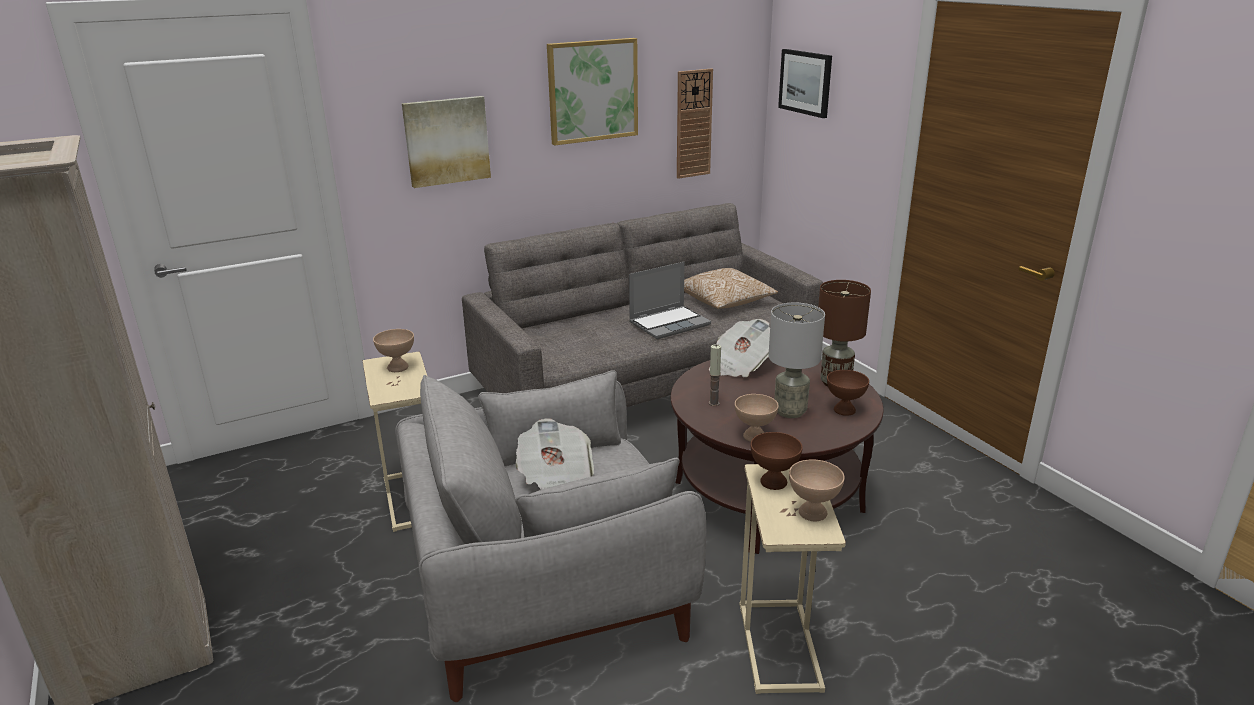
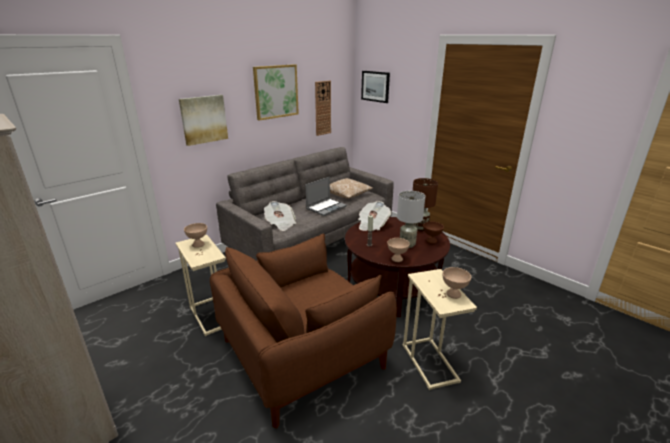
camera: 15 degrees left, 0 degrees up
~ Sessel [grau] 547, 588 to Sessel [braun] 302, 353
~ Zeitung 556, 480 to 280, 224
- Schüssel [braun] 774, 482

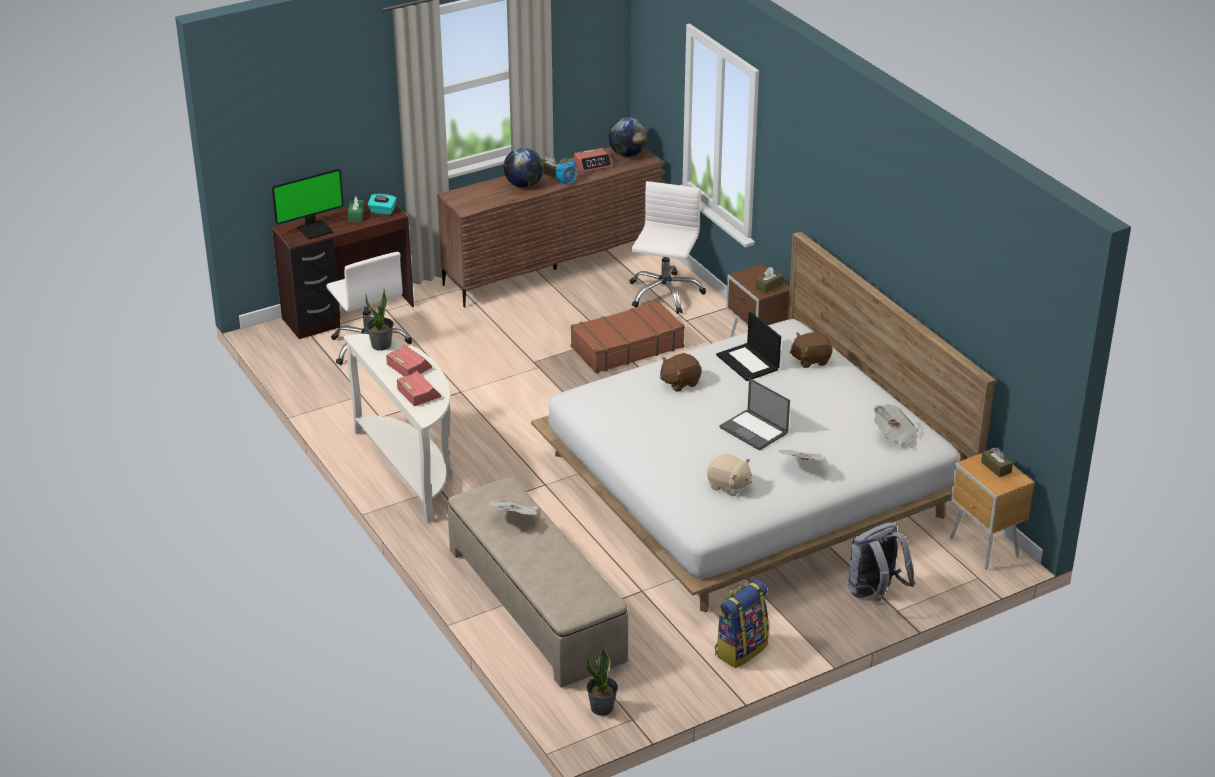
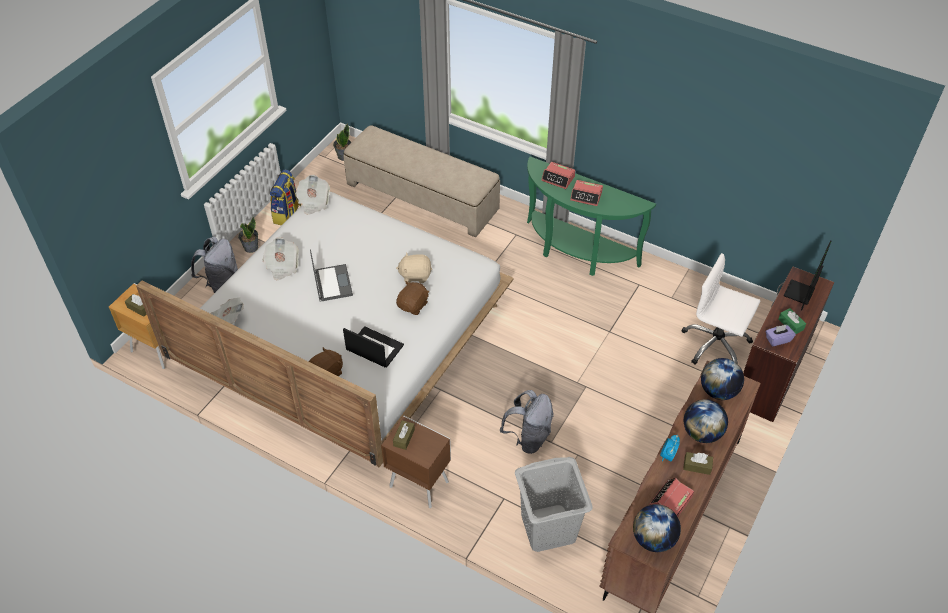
camera: 150 degrees right, 15 degrees up
~ Konsolentisch [weiß] 411, 469 to Konsolentisch [grün] 576, 253
~ Topfpflanze 381, 345 to 251, 247
~ Taschentuchbox [türkis] 382, 211 to Taschentuchbox [lila] 777, 339
~ Zeitung 516, 518 to 313, 202
~ Koffer [braun] 626, 347 to Rucksack [grau] 528, 438
~ Bürostuhl [weiß] 664, 293 to Wäschekorb [grau] 548, 528
~ Plüschtier [beige] 728, 486 to 415, 275
~ Laptop 754, 430 = 332, 282 60 degrees clockwise
+ Globus 718, 391

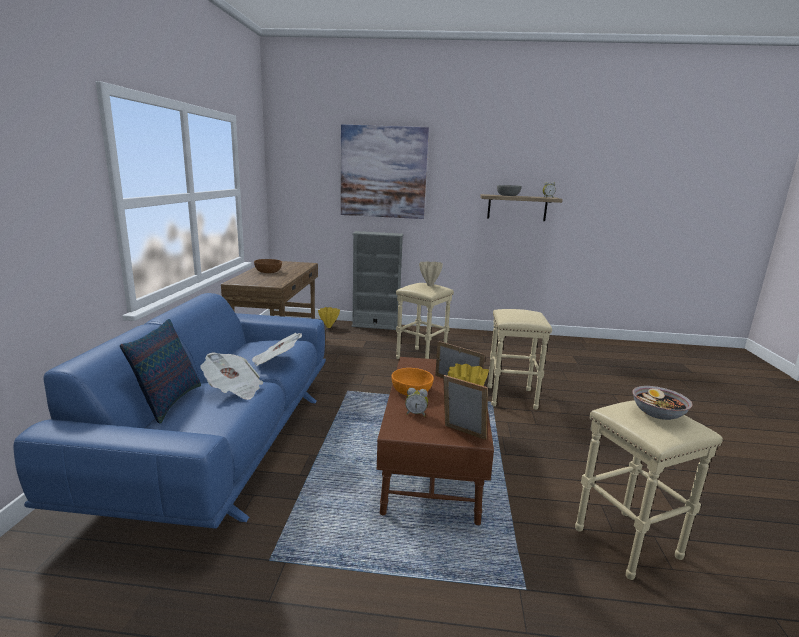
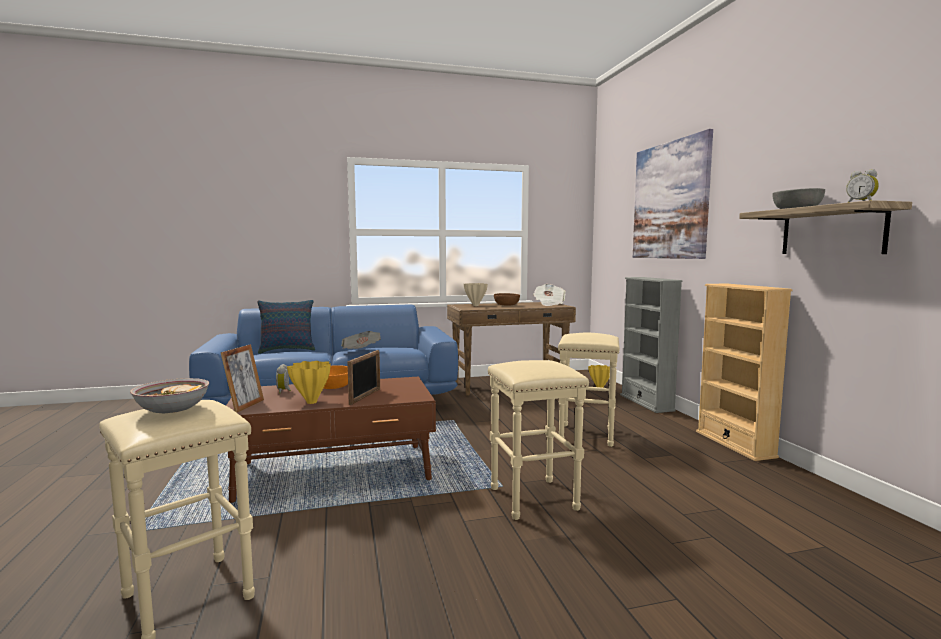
camera: 70 degrees right, 10 degrees down
~ Zeitung 234, 389 to 549, 304
~ Vase [beige] 429, 285 to 475, 305
+ Bücherregal [beige] 734, 444

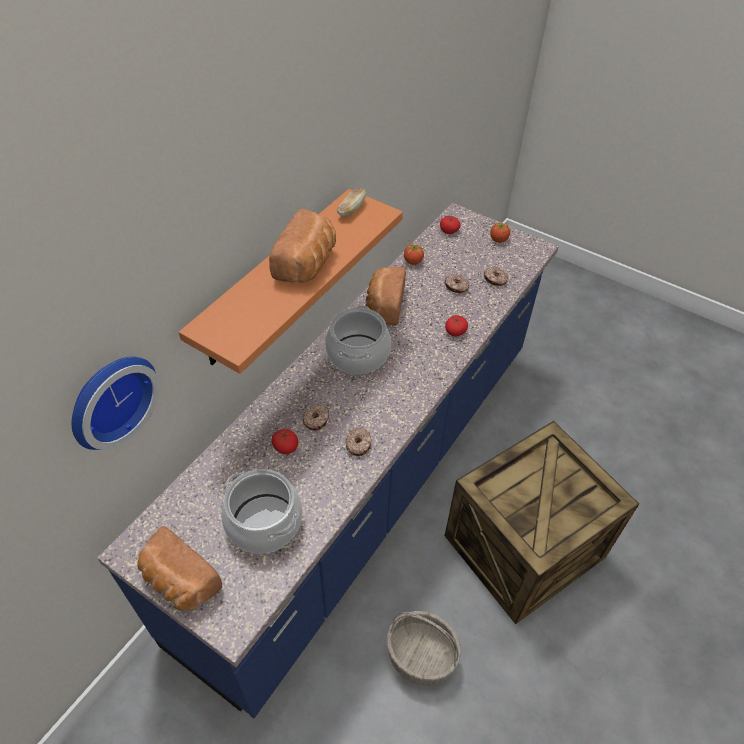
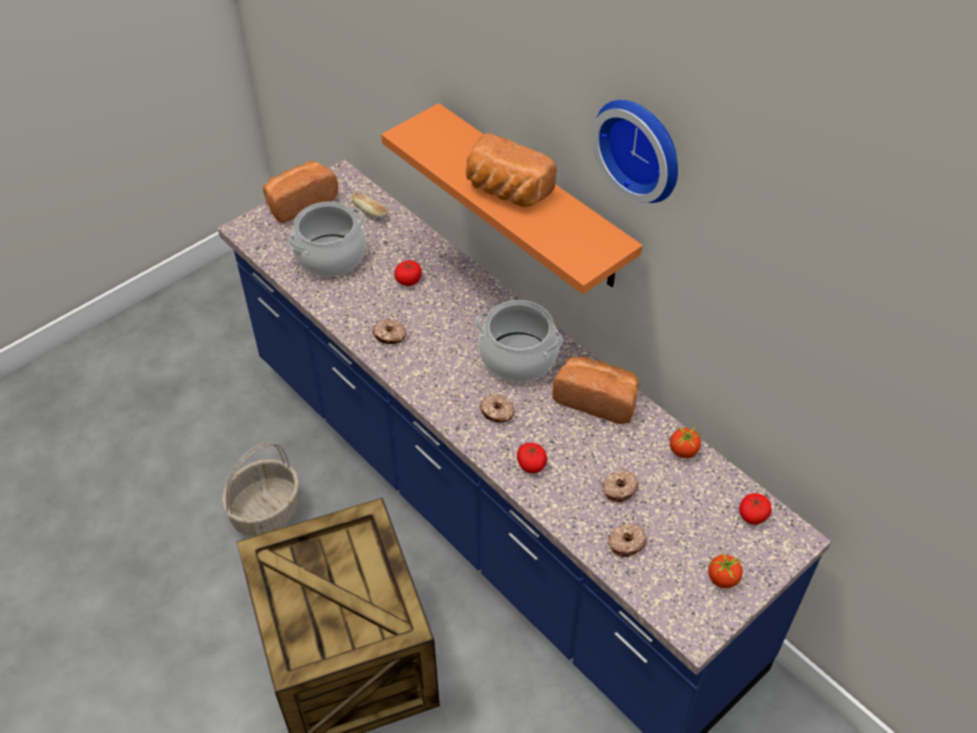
camera: 105 degrees right, 0 degrees up
~ Wanduhr 109, 399 to 642, 147
~ Donut 316, 420 to 497, 412
~ Brot 351, 209 to 370, 212

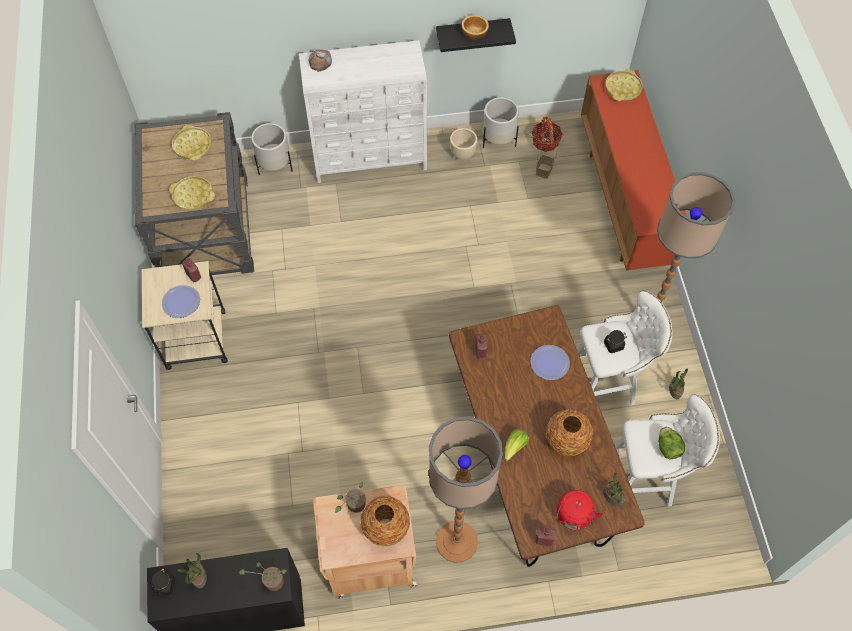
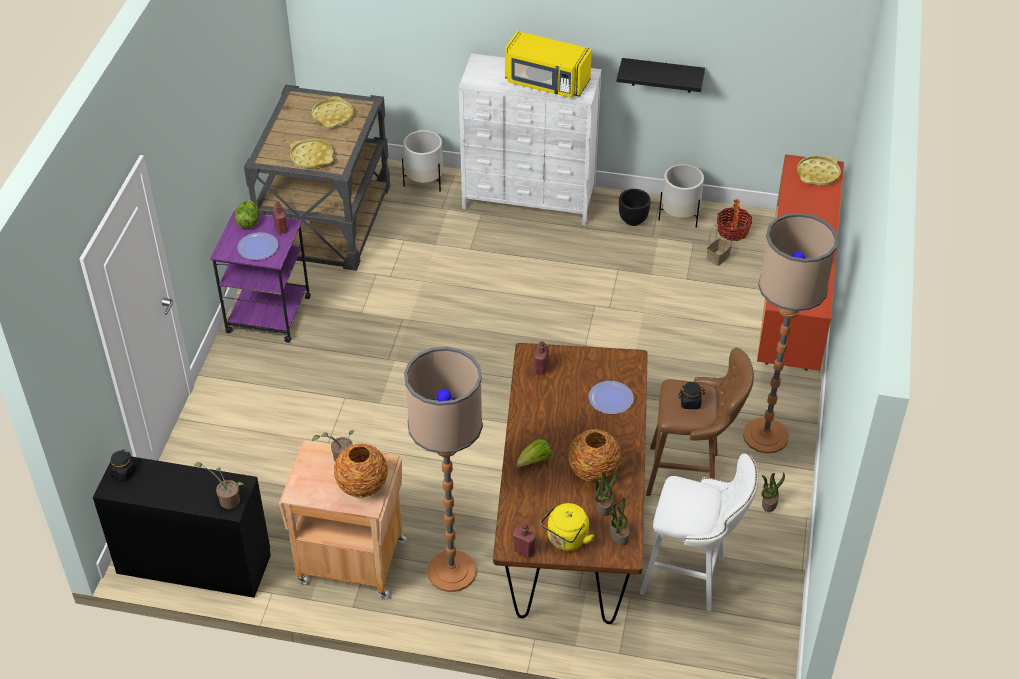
camera: 20 degrees right, 15 degrees down
~ Rollwagen [beige] 196, 338 to Rollwagen [lila] 268, 313
~ Topfpflanze 198, 576 to 603, 505
- Brot 320, 62
~ Pflanzkübel [beige] 463, 154 to Pflanzkübel [schwarz] 633, 220
- Schüssel 474, 33
~ Wasserkessel [rot] 573, 517 to Wasserkessel [gelb] 566, 540
~ Hocker [weiß] 607, 384 to Hocker [braun] 693, 475
~ Salatkopf 668, 448 to 248, 222
+ Mikrowelle [gelb] 546, 83

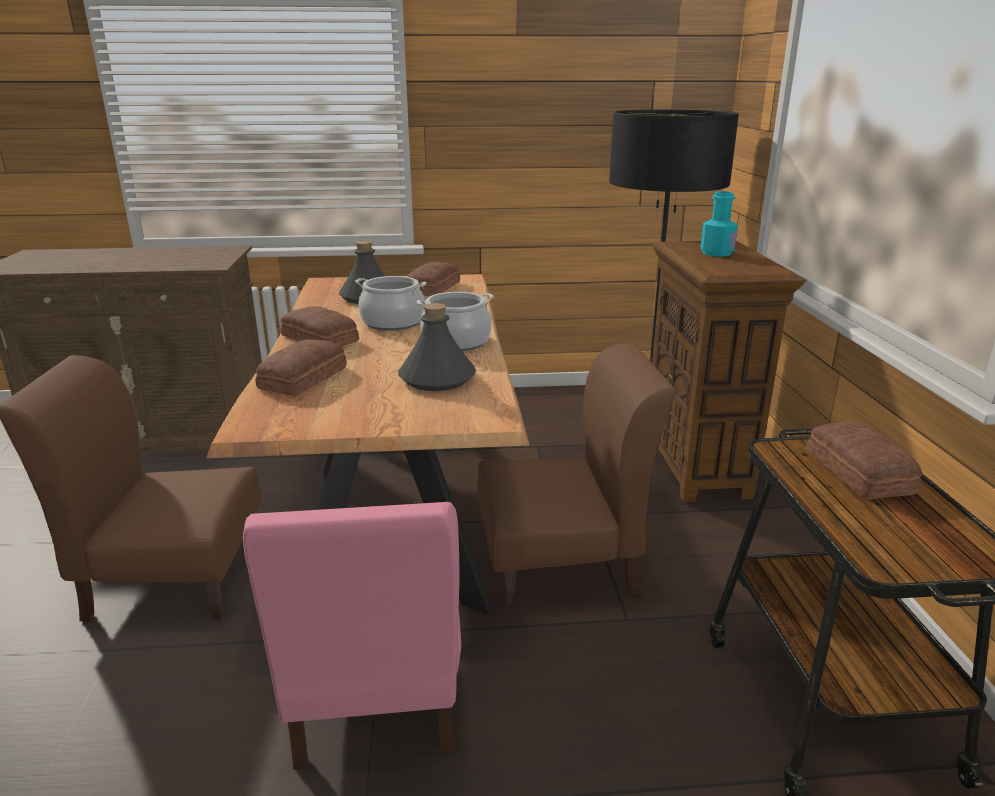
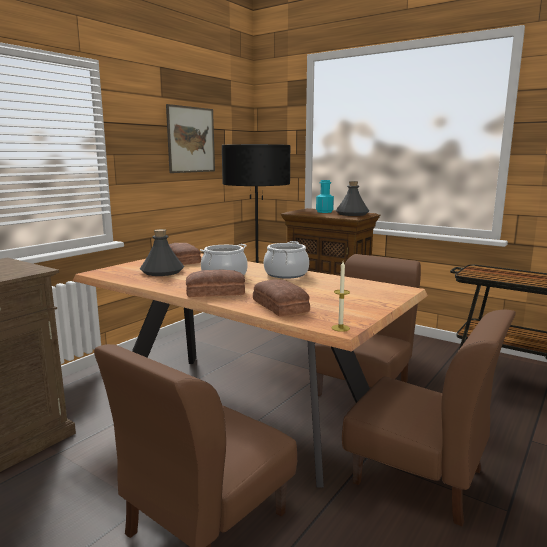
camera: 50 degrees left, 10 degrees down
~ Stuhl [rosa] 375, 694 to Stuhl [braun] 419, 477
~ Flasche [grau] 436, 379 to 352, 214
- Brot 857, 472
+ Bild 191, 140
+ Kerze 340, 328

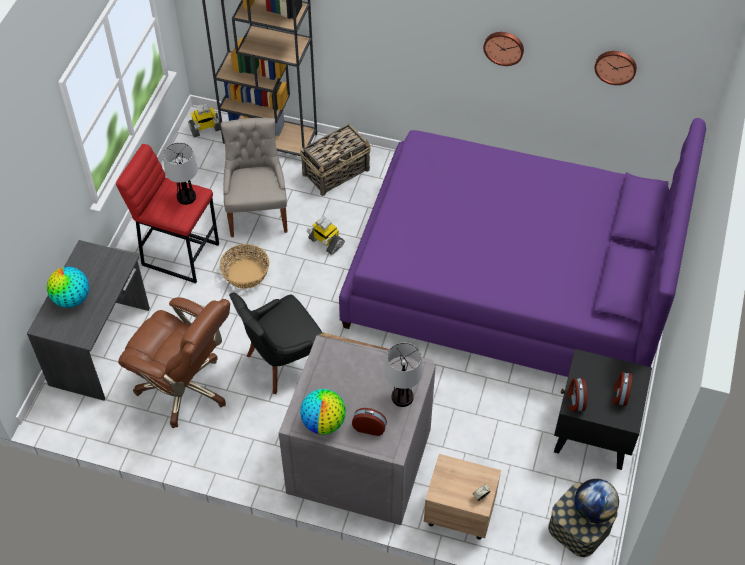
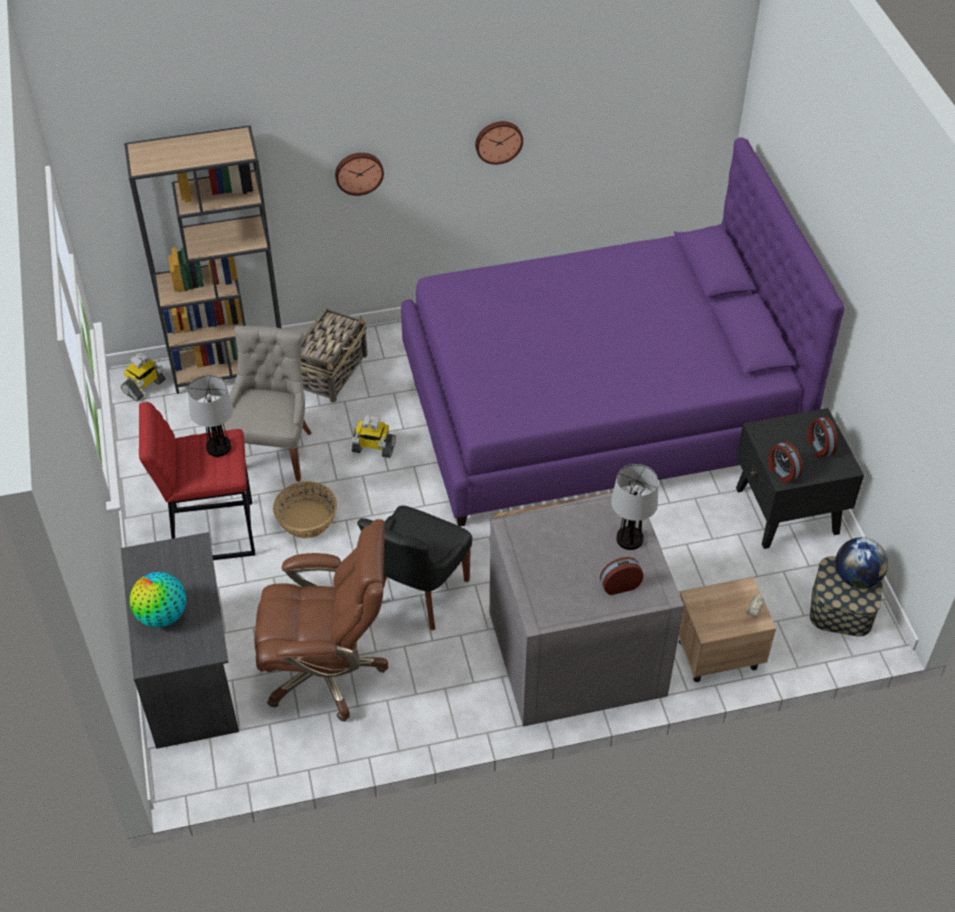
camera: 30 degrees left, 5 degrees down
~ Stuhl [grau] 257, 213 = 273, 450 45 degrees clockwise
- Globus 324, 422
~ Wanduhr 615, 66 to 358, 172

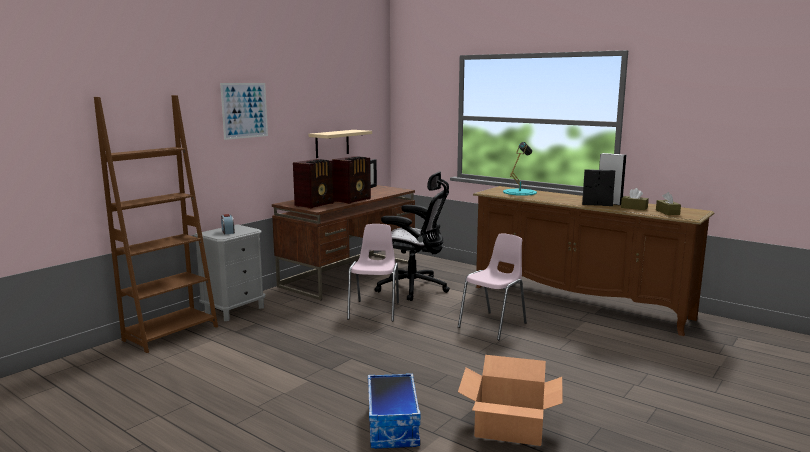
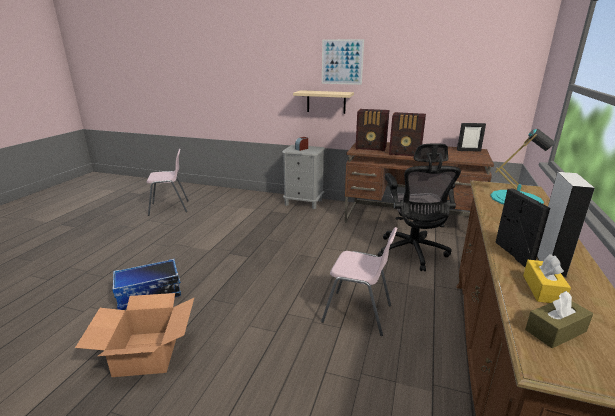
camera: 70 degrees right, 10 degrees up
- Bücherregal [braun] 170, 333
~ Wandregal [beige] 332, 143 to 326, 102
~ Stuhl [rosa] 375, 310 to 169, 208
~ Taschentuchbox [braun] 634, 208 to Taschentuchbox [gelb] 542, 289

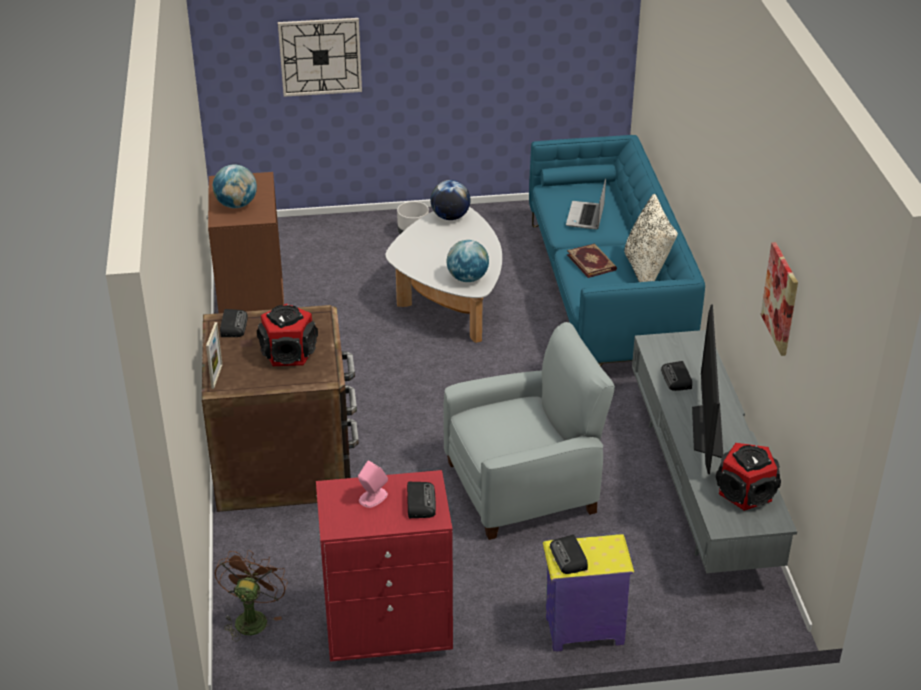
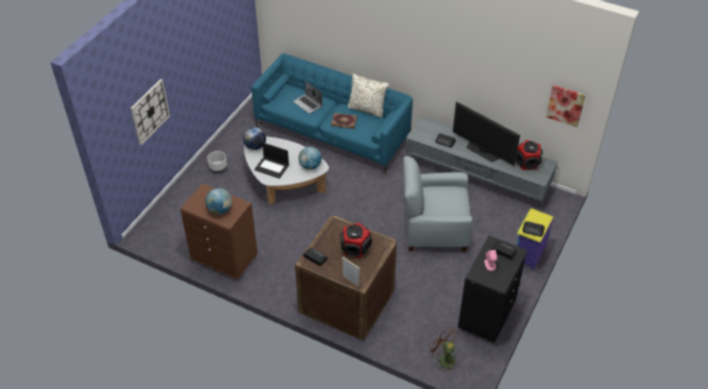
camera: 55 degrees left, 10 degrees up
~ Schrank [rot] 387, 633 to Schrank [schwarz] 486, 317
~ Sessel [grau] 524, 486 = 434, 228 105 degrees counterclockwise
~ Bild 781, 298 to 565, 105
+ Laptop 272, 167

